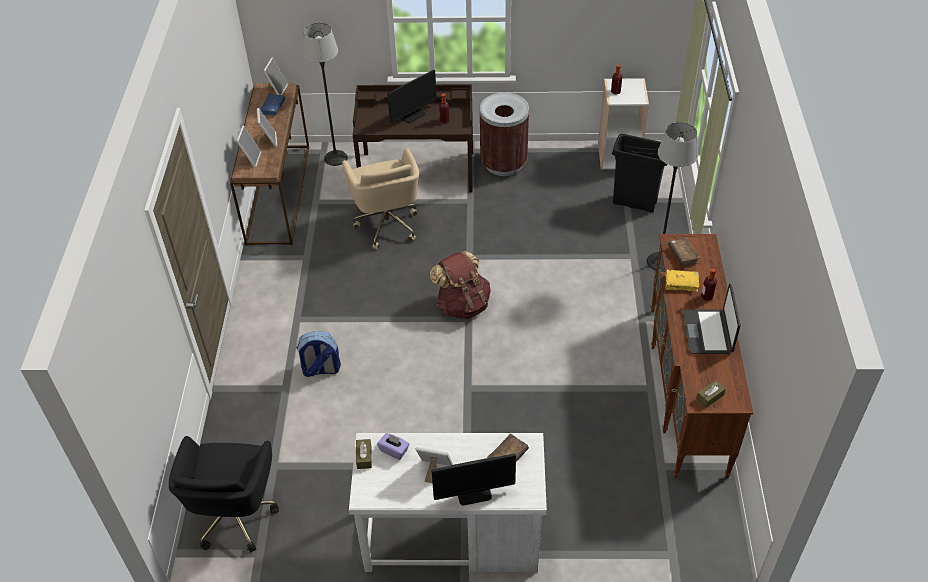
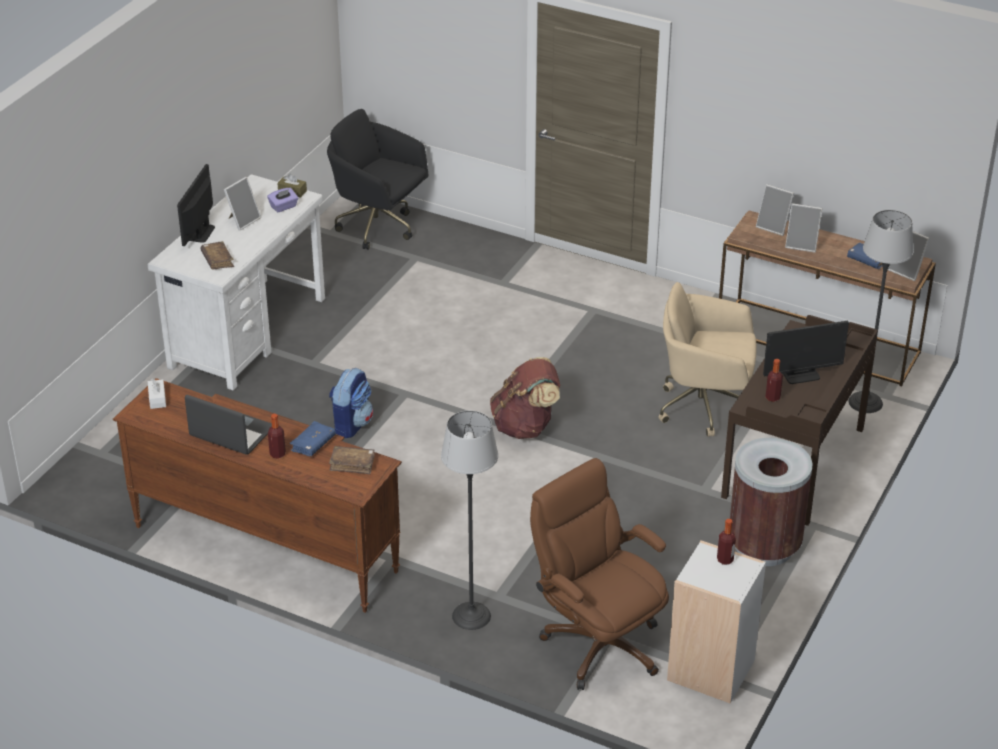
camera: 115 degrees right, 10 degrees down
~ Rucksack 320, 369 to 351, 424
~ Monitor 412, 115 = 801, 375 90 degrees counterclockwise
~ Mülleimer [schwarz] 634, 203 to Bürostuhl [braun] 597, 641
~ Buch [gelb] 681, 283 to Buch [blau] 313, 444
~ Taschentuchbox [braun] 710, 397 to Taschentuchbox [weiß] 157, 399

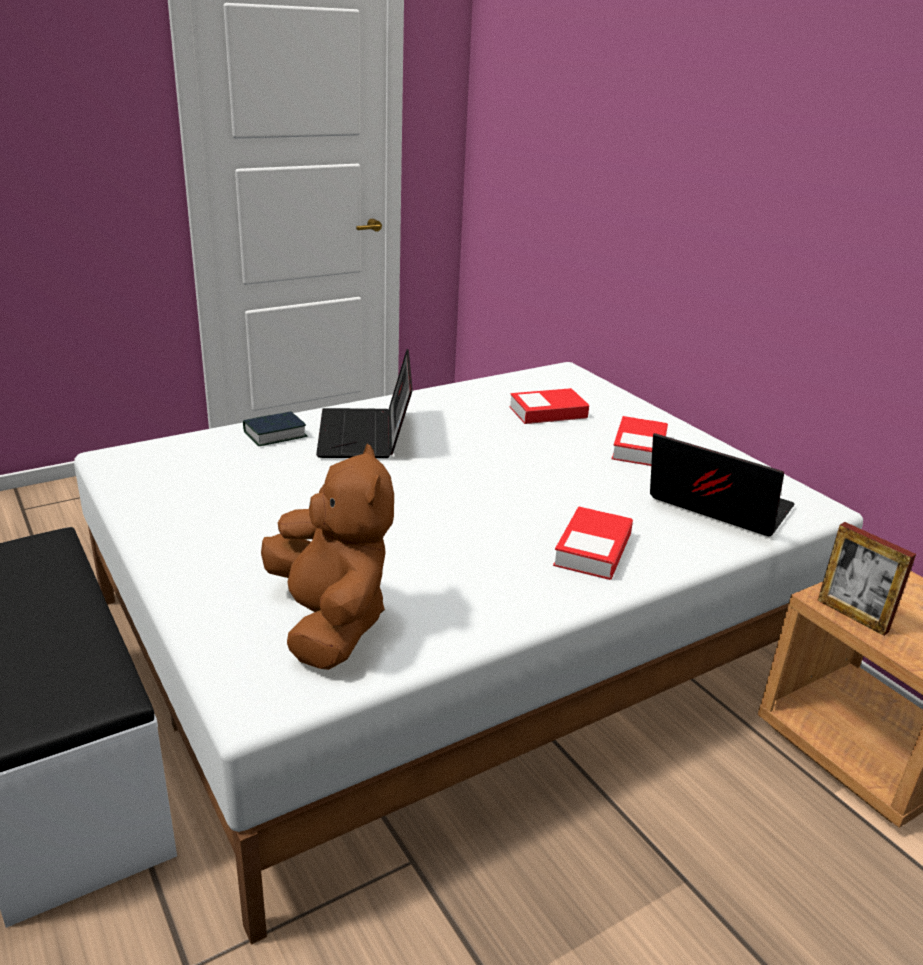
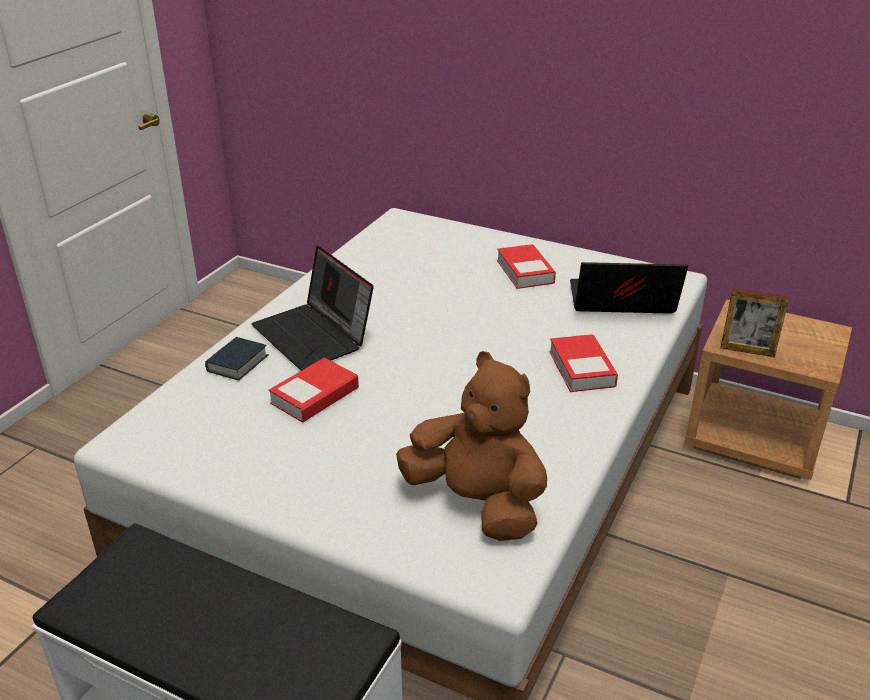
camera: 30 degrees left, 5 degrees up
~ Buch 548, 413 to 315, 396

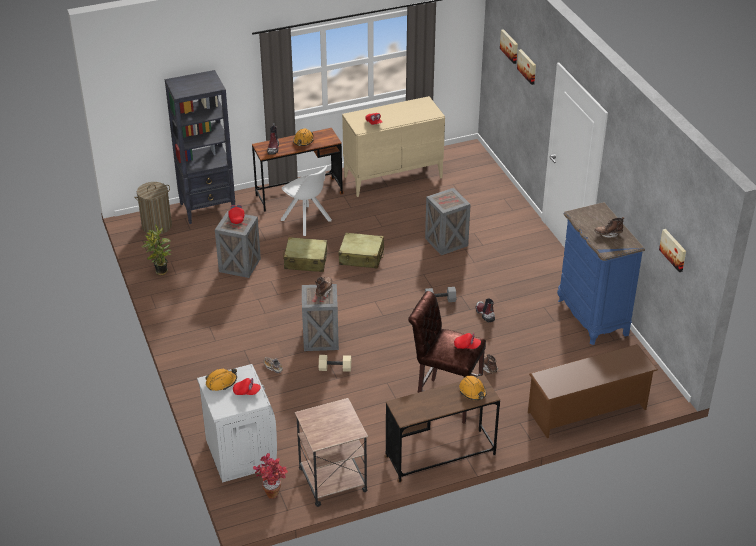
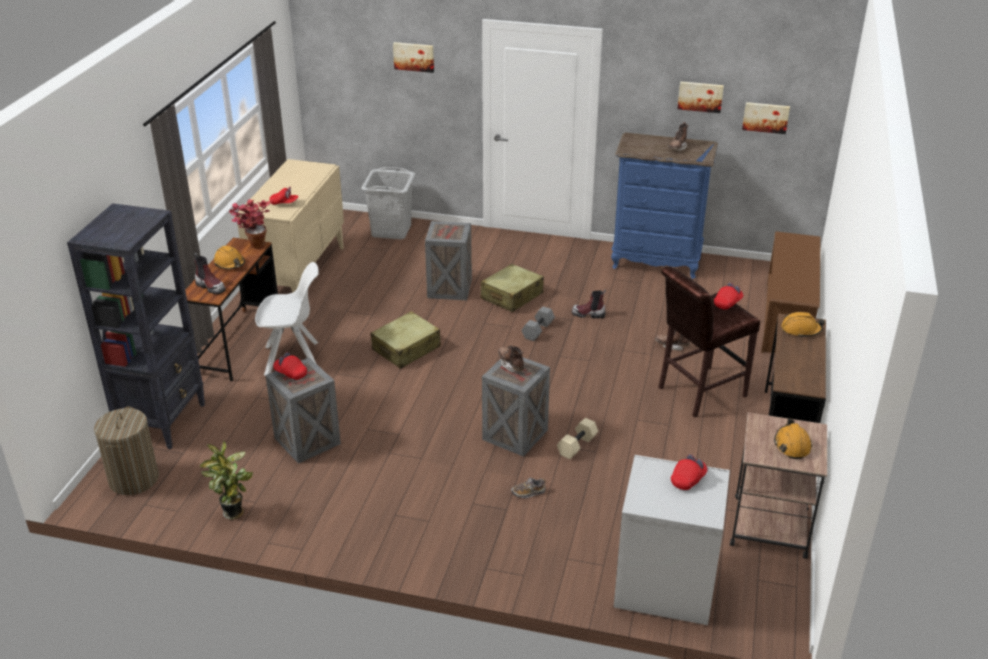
camera: 55 degrees left, 5 degrees down
~ Schutzhelm [orange] 221, 382 to 792, 445
~ Topfpflanze 272, 491 to 253, 244
~ Koffer [beige] 305, 261 to 511, 296
~ Bild 510, 46 to 700, 96
+ Wäschekorb [grau] 392, 230

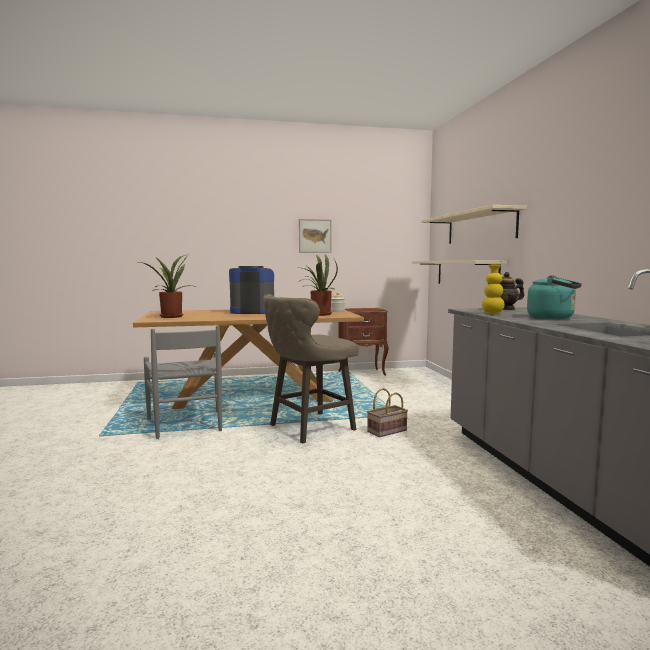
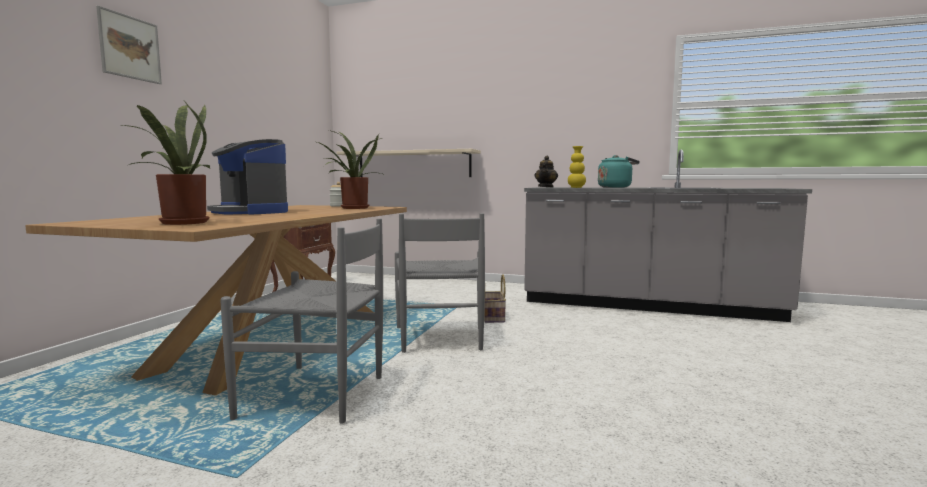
camera: 60 degrees left, 0 degrees up
~ Kaffeemaschine 252, 312 = 250, 212 75 degrees counterclockwise
~ Hocker [beige] 308, 428 to Stuhl [grau] 441, 339
~ Bild 315, 236 to 130, 47
- Wandregal [beige] 480, 227

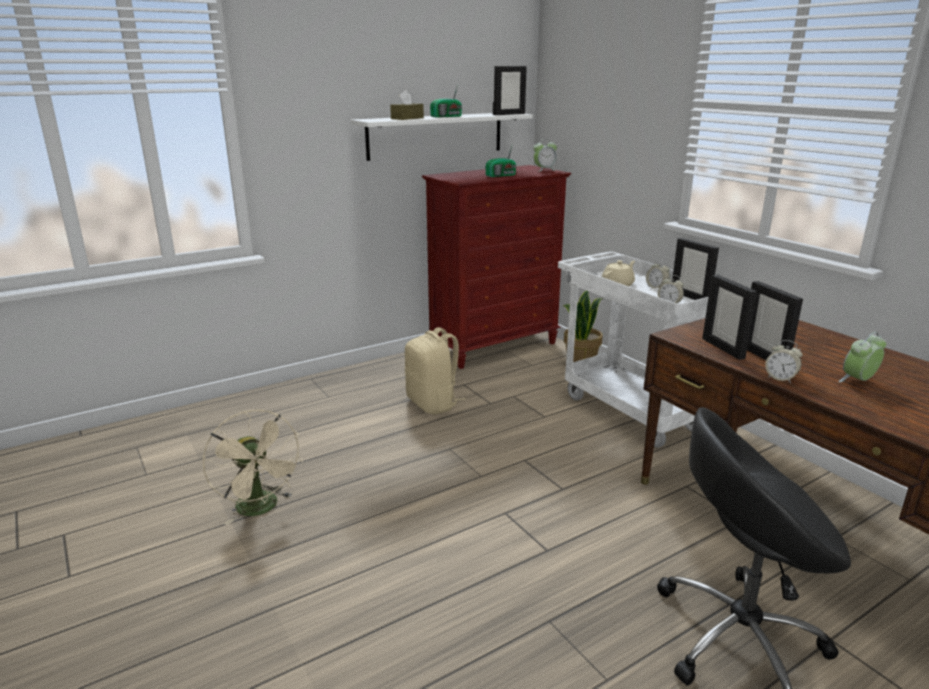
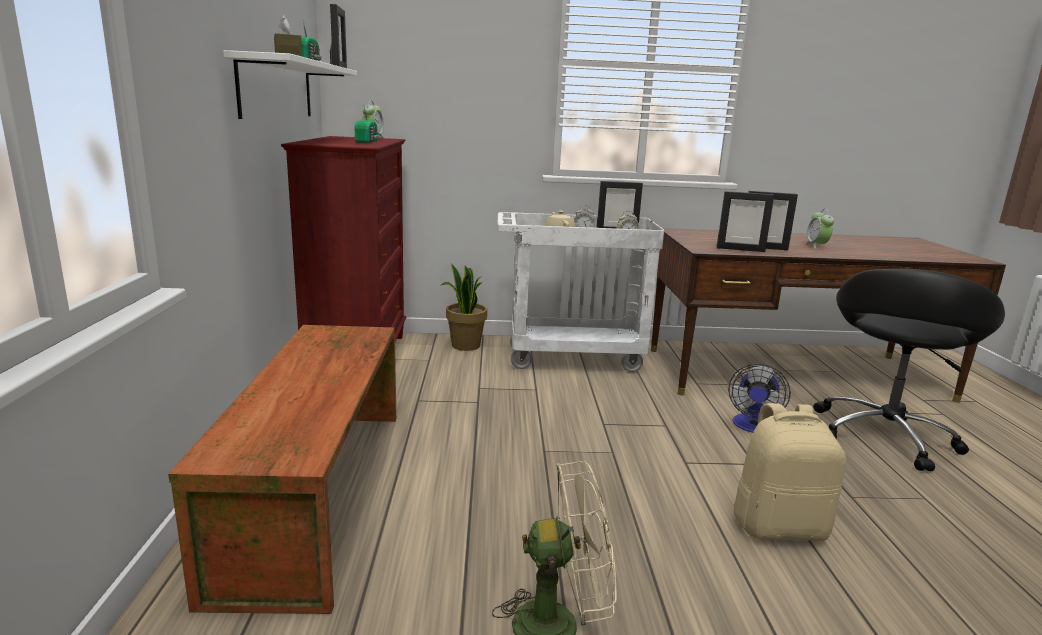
camera: 60 degrees left, 5 degrees down
~ Rucksack [beige] 433, 404 to 779, 526
- Wecker 780, 378
+ Bank [braun] 315, 490
+ Ventilator 753, 427

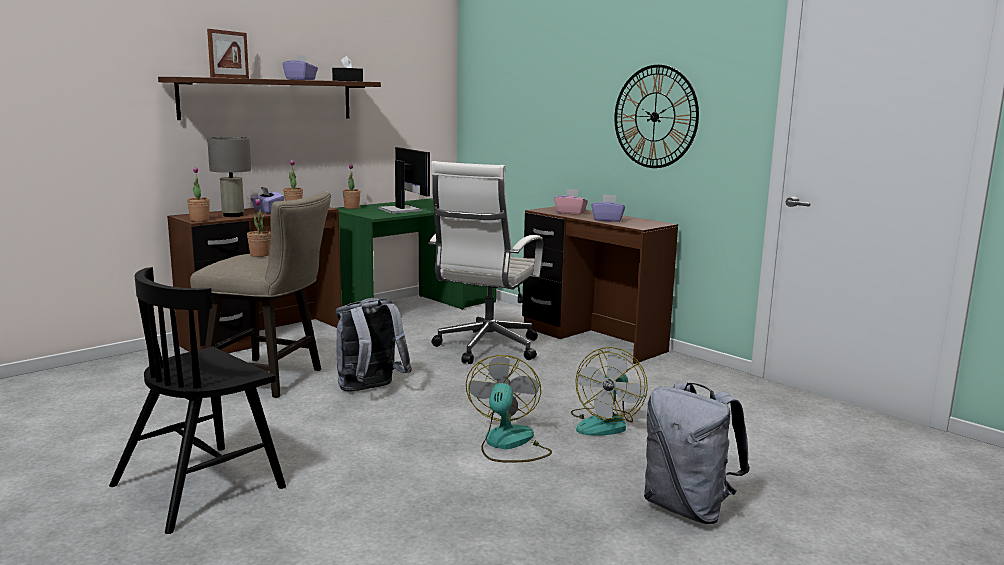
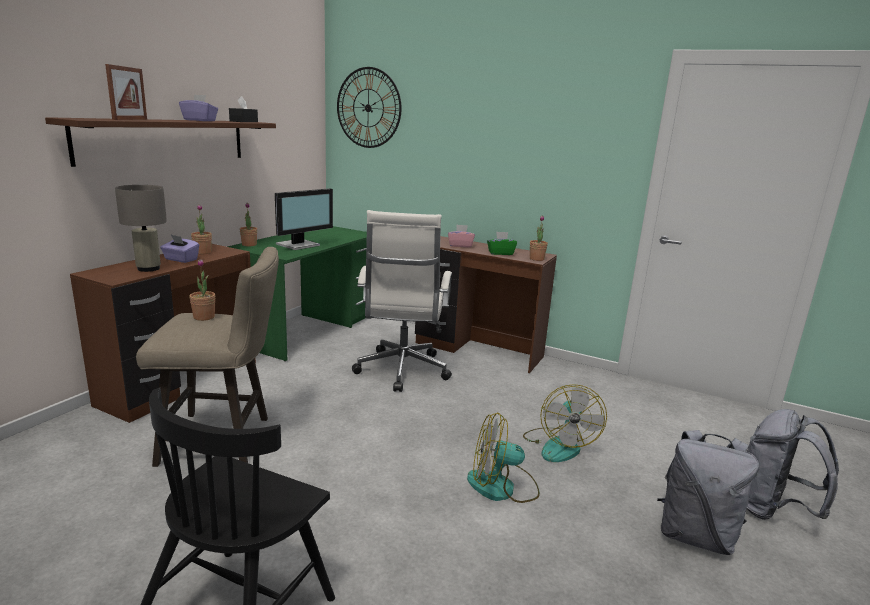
camera: 20 degrees left, 5 degrees up
~ Topfpflanze 199, 220 to 536, 259
~ Rucksack [grau] 370, 390 to 773, 510
~ Monitor 401, 210 = 299, 245 90 degrees clockwise
~ Ventilator 508, 444 = 502, 487 75 degrees counterclockwise
~ Taschentuchbox [lila] 607, 220 to Taschentuchbox [grün] 500, 253
~ Wanduhr 655, 117 to 368, 108

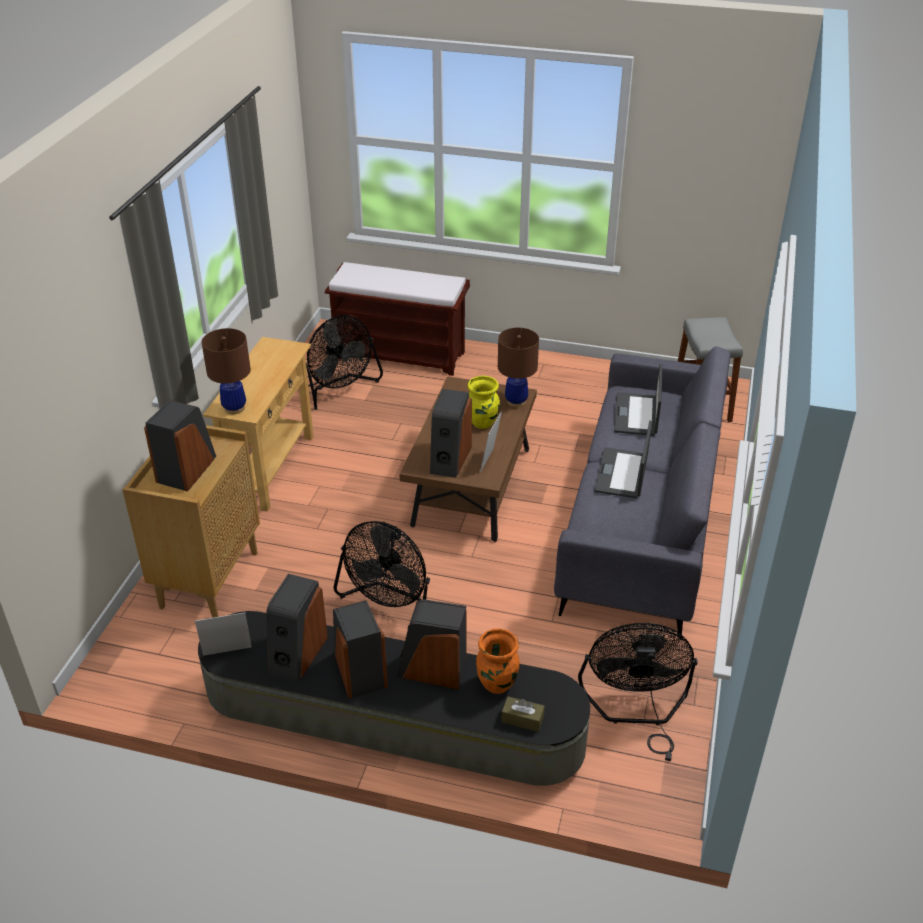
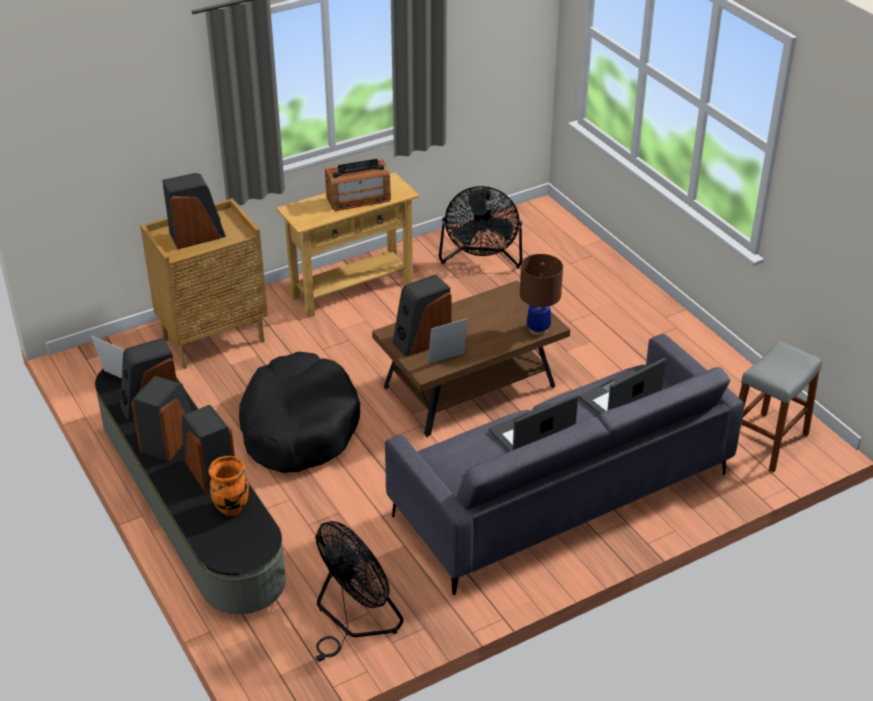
camera: 45 degrees right, 0 degrees up
- Tischlampe [braun] 234, 408
- Bank [braun] 401, 354
~ Ventilator [schwarz] 388, 600 to Hundebett [schwarz] 298, 427
- Vase [gelb] 483, 423
- Taschentuchbox [braun] 522, 719
+ Radio 358, 199

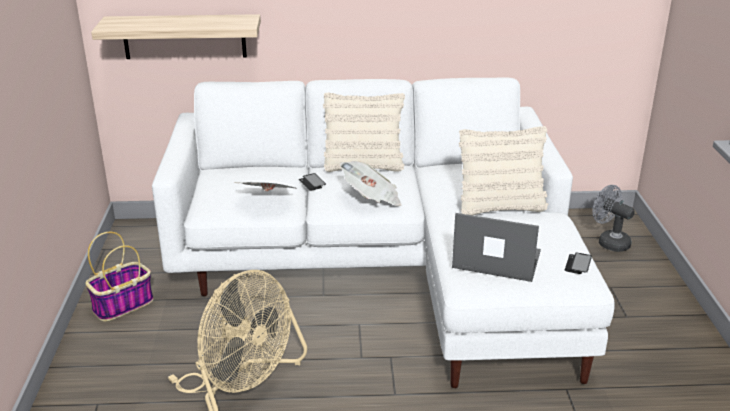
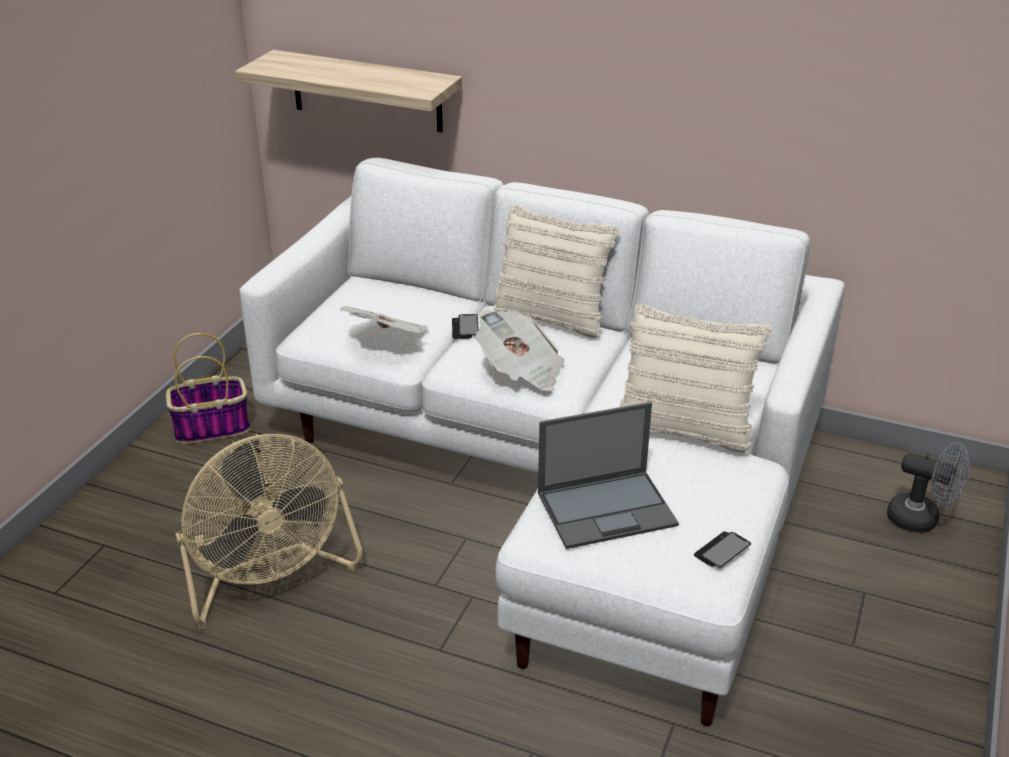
camera: 25 degrees right, 5 degrees up
~ Laptop 495, 259 = 608, 508 120 degrees clockwise
~ Ventilator [grau] 609, 242 = 921, 520 135 degrees clockwise

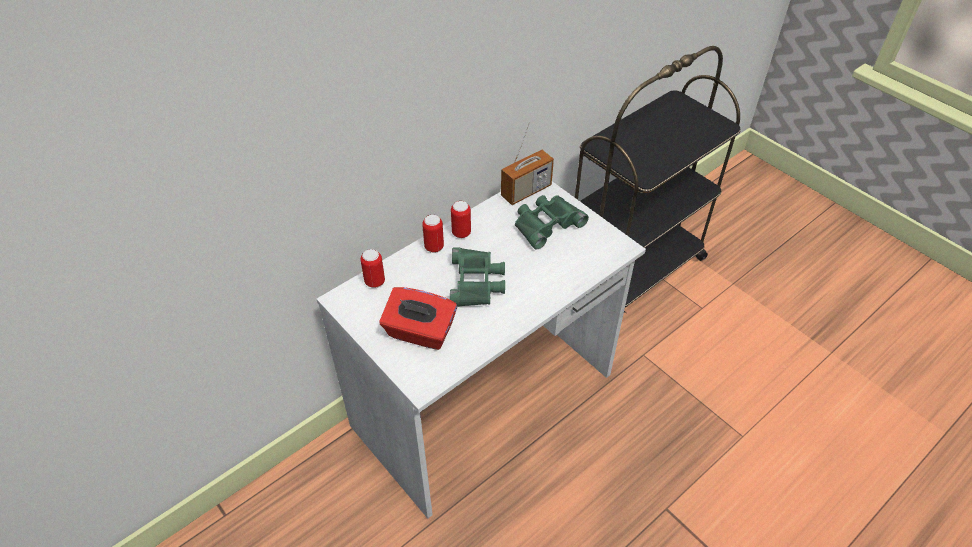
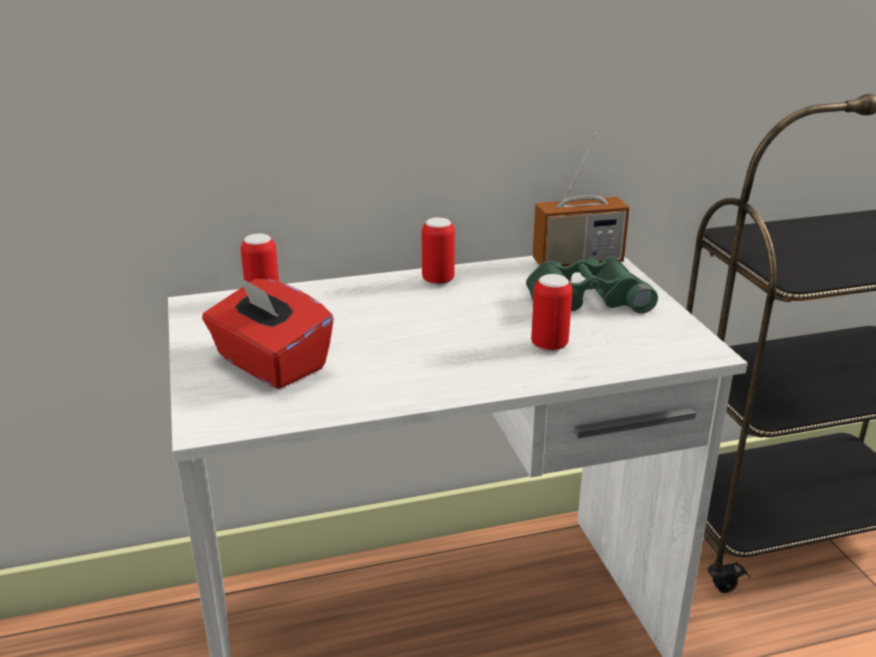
camera: 25 degrees right, 20 degrees down
~ Dose 434, 247 to 549, 345
- Fernglas [grün] 476, 282

